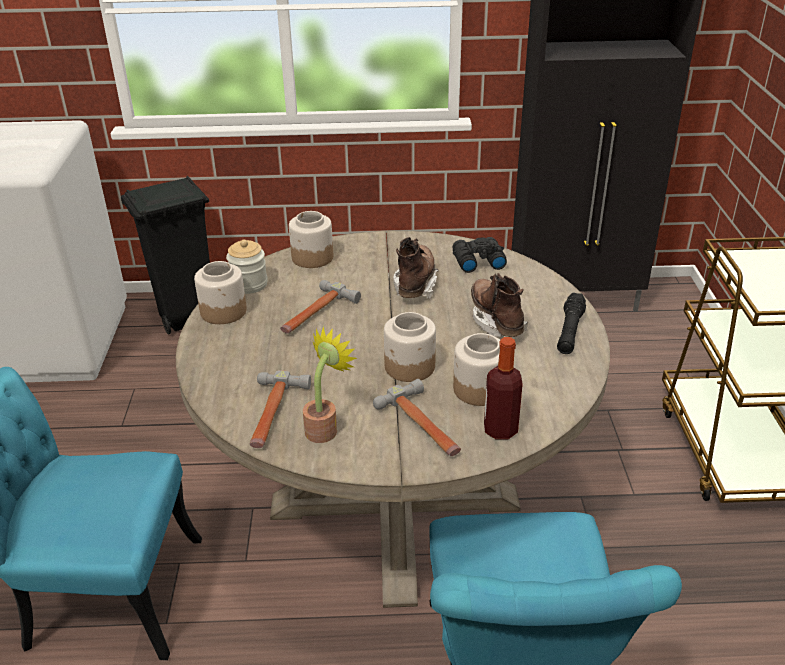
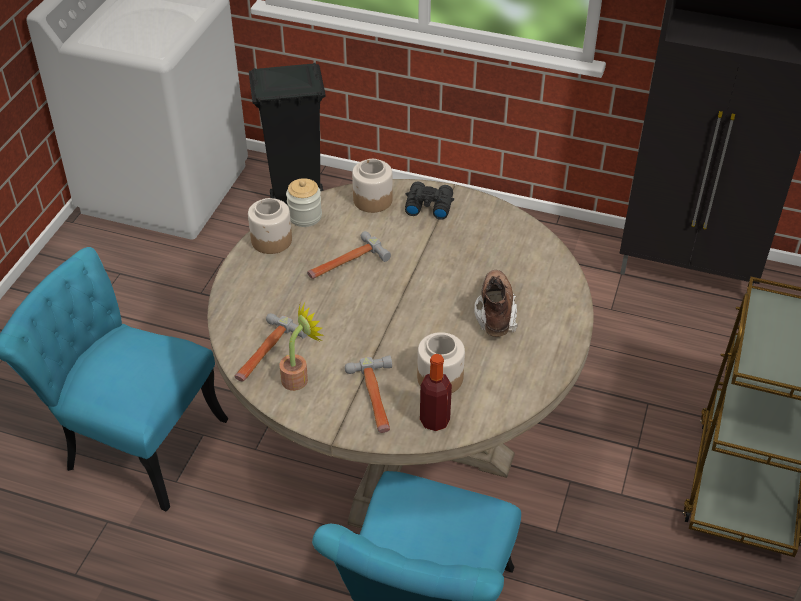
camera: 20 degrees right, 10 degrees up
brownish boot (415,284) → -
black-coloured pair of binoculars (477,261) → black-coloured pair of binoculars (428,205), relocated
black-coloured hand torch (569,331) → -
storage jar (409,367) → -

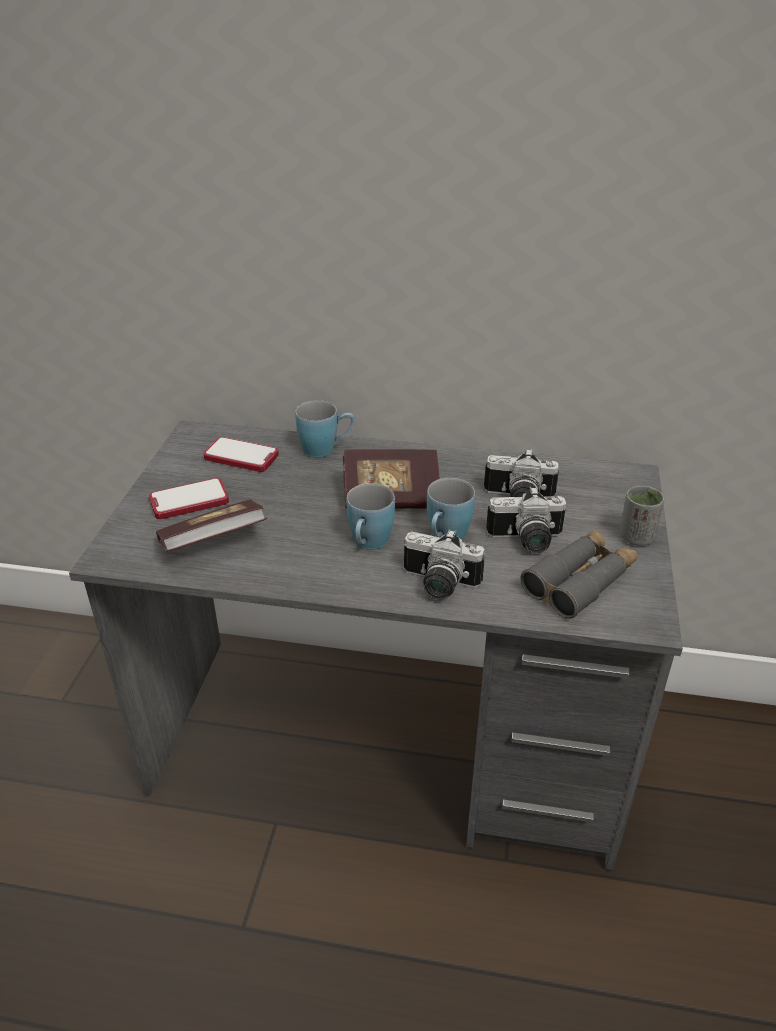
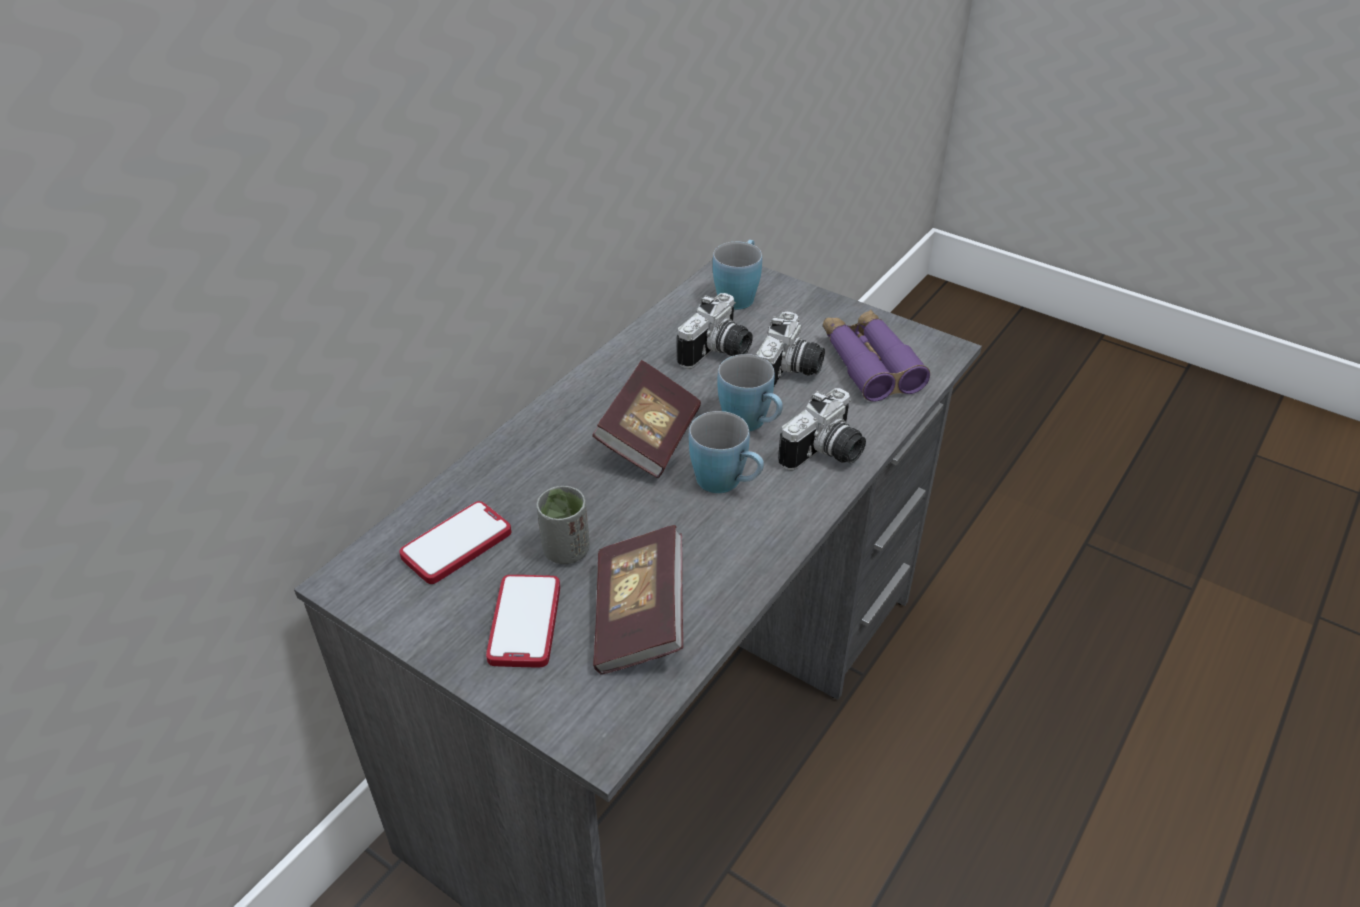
camera: 65 degrees left, 5 degrees up
blue-coloured tea mug (326,449) → blue-coloured tea mug (739,294), relocated
greyish small cup (636,537) → greyish small cup (566,550), relocated
greyish pair of binoculars (580,581) → purplish pair of binoculars (869,364)

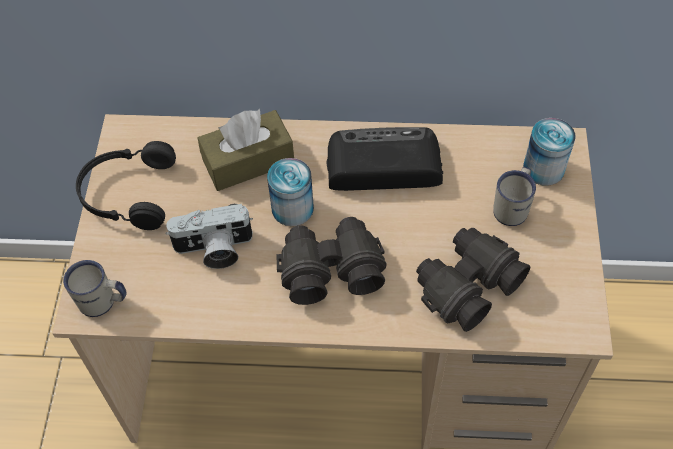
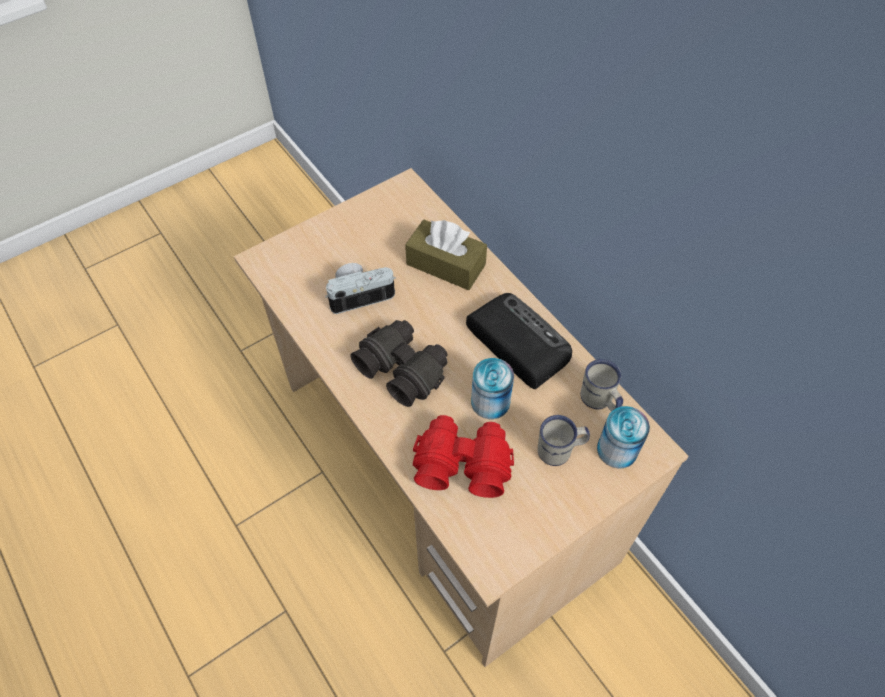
camera: 50 degrees right, 0 degrees up
black-coloured pair of headphones (127,194) → -
sealed can (292,208) → sealed can (490,402), relocated
photo camera (214,250) → photo camera (360,294), 120 degrees clockwise
black-coloured pair of binoculars (466,285) → red pair of binoculars (462,462)
whitish tea mug (103,303) → whitish tea mug (599,401), relocated

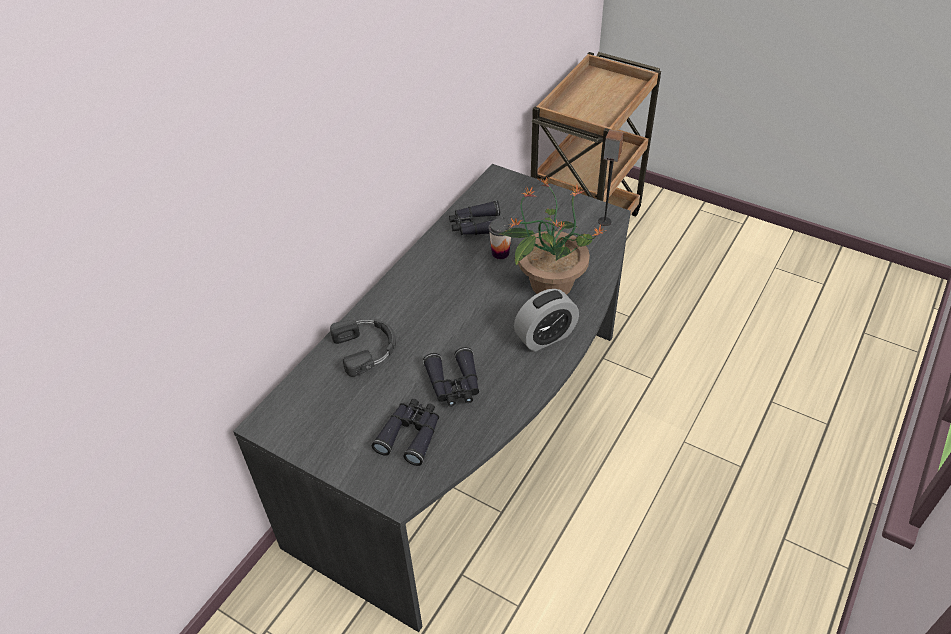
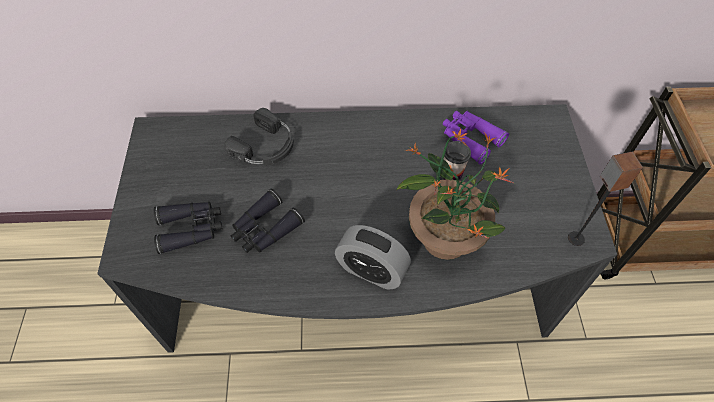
camera: 55 degrees right, 10 degrees up
black-coloured pair of binoculars (476,226) → purplish pair of binoculars (470,139)

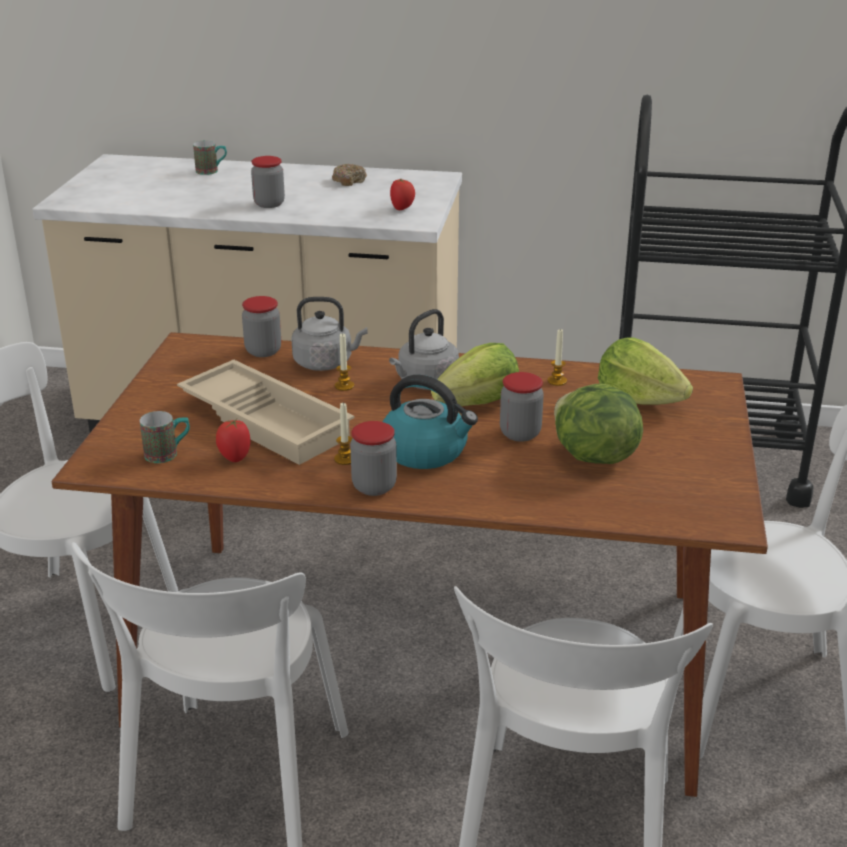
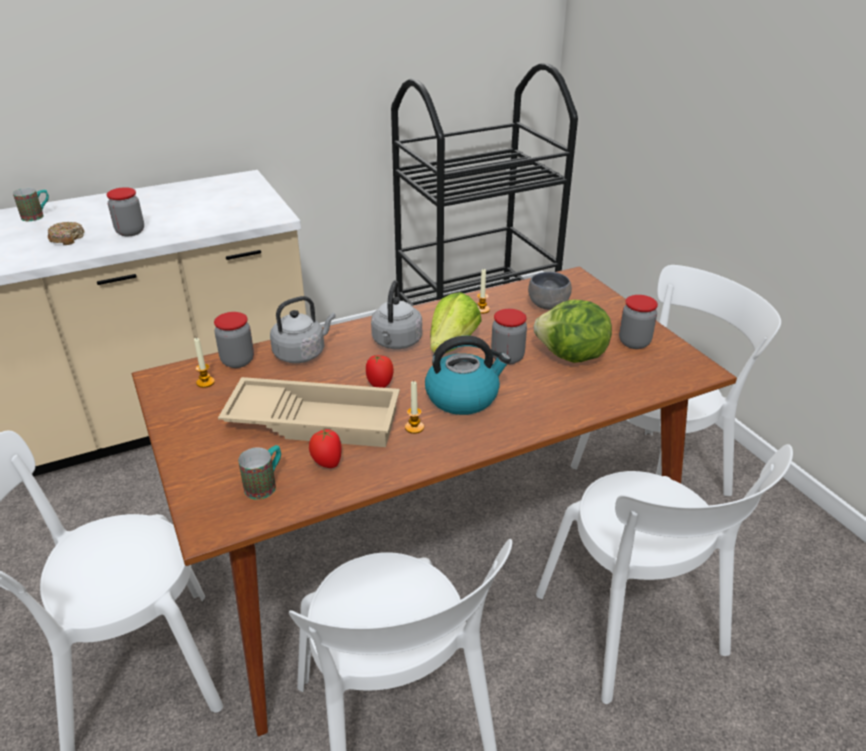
camera: 35 degrees left, 5 degrees up
donut (349,180) → donut (67,238), relocated
fresh tomato (402,208) → fresh tomato (380,384), relocated
wax candle (344,386) → wax candle (205,382), relocated
head of lettuce (639,399) → greyish deep dish (547,304)
storage jar (374,486) → storage jar (634,342), relocated

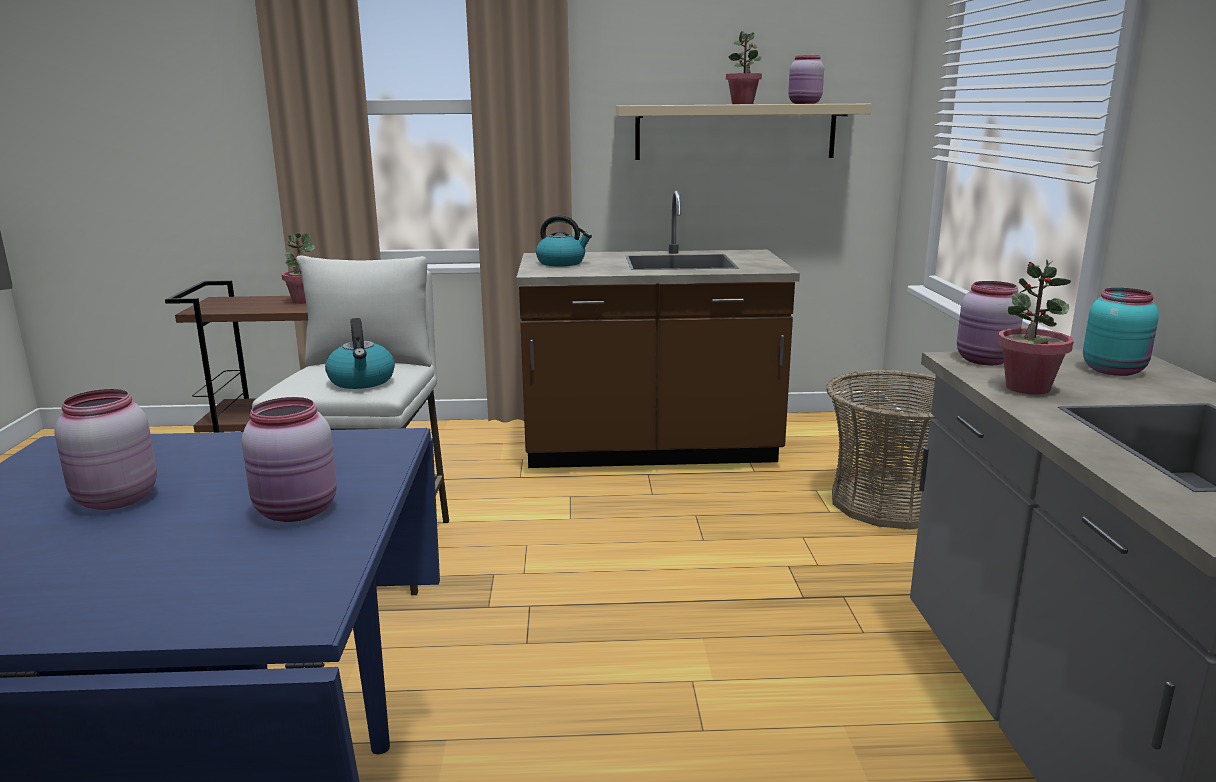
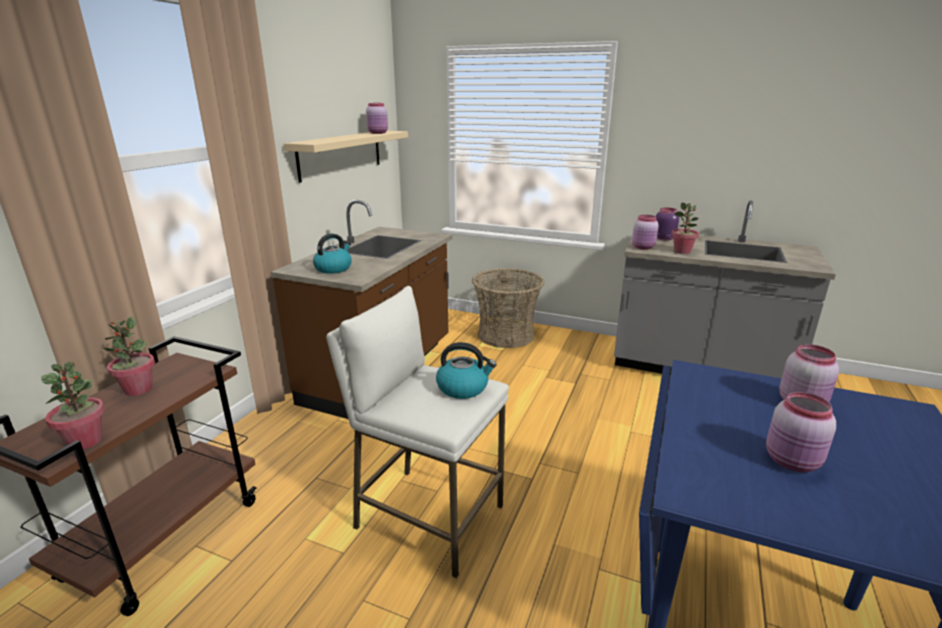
camera: 65 degrees left, 5 degrees up
plant in a pot (742,104) → plant in a pot (86,441), relocated
turquoise storage jar (1114,370) → purplish storage jar (664,238)

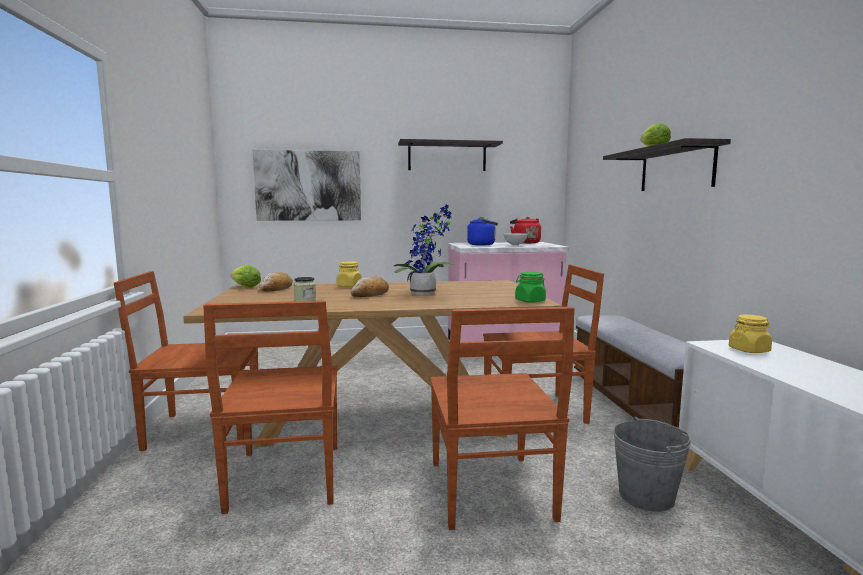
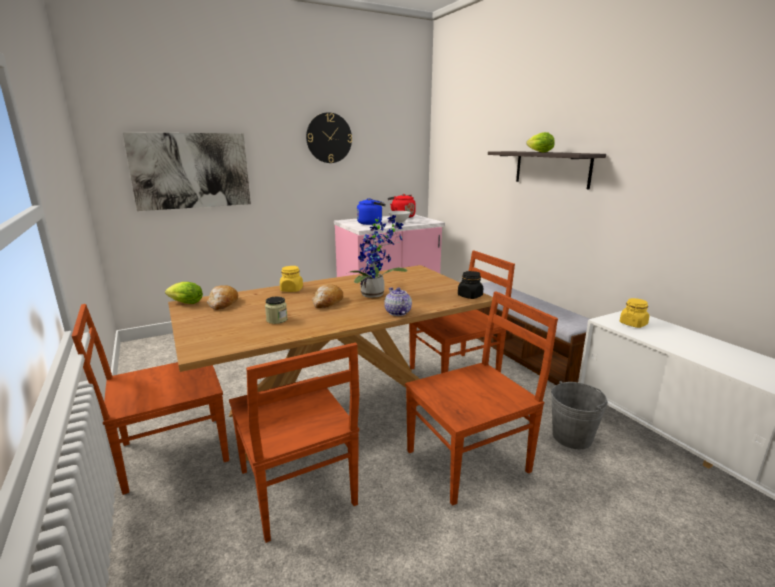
camera: 20 degrees left, 10 degrees up
shelf (447,157) → clock on the wall (329,138)
green-coloured storage jar (530,301) → black-coloured storage jar (470,296)
brownish plain chair (490,492) → brownish plain chair (470,460), 90 degrees counterclockwise
- → pot for tea (397,313)

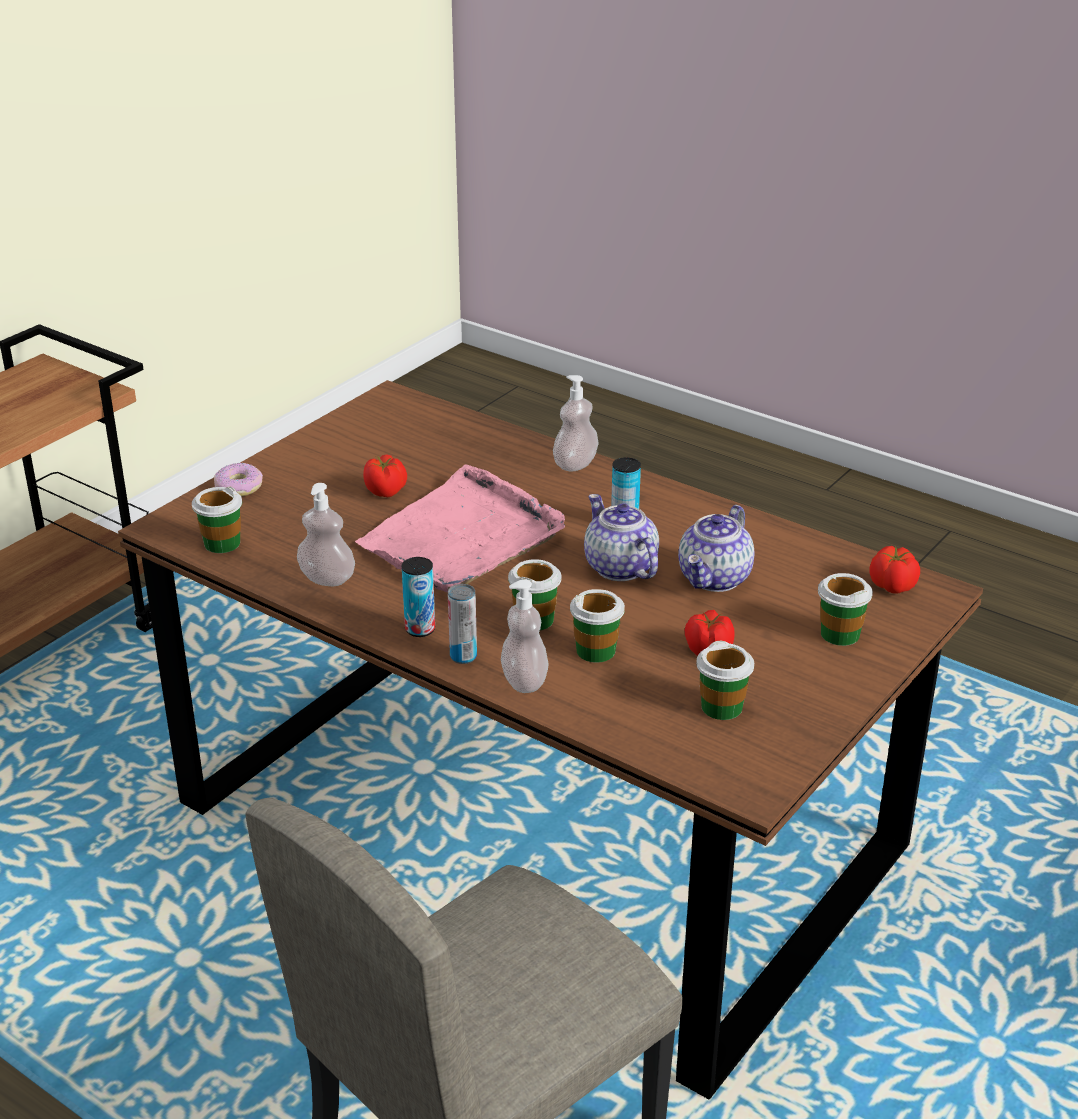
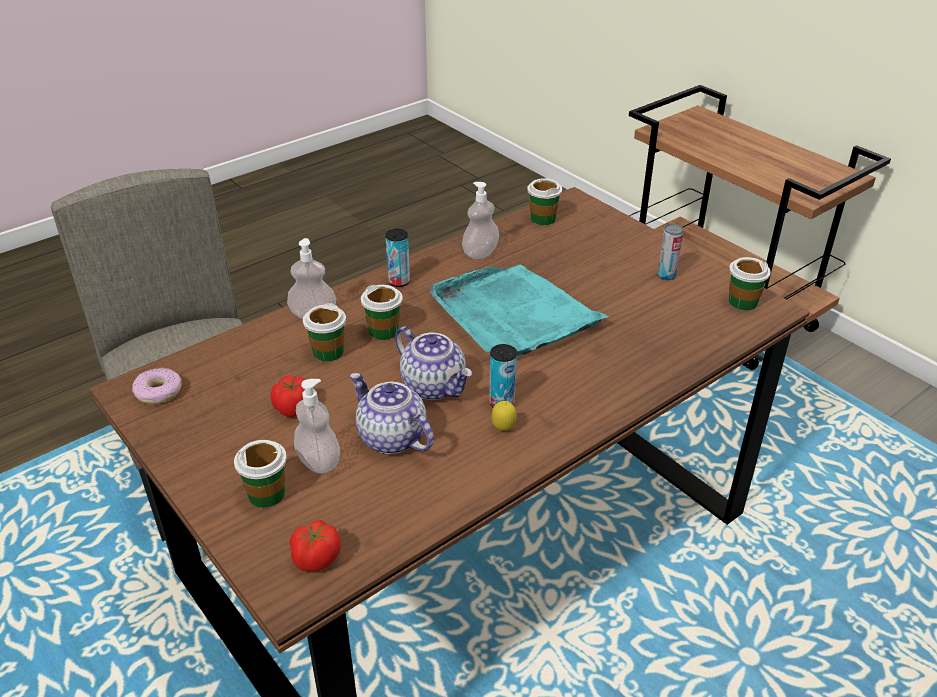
camera: 105 degrees right, 5 degrees up
soap dispenser (575,464) → soap dispenser (319,461), relocated
fresh tomato (386,491) → -
donut (239,487) → donut (158,392), relocated
pink-coloured carrying tray (463,538) → turquoise carrying tray (513,315)
pot for tea (619,567) → pot for tea (434,386), 60 degrees clockwise
sealed can (463,656) → sealed can (666,275), relocated
small cup (721,707) → small cup (742,302), relocated
- → citrus fruit (503,429)

